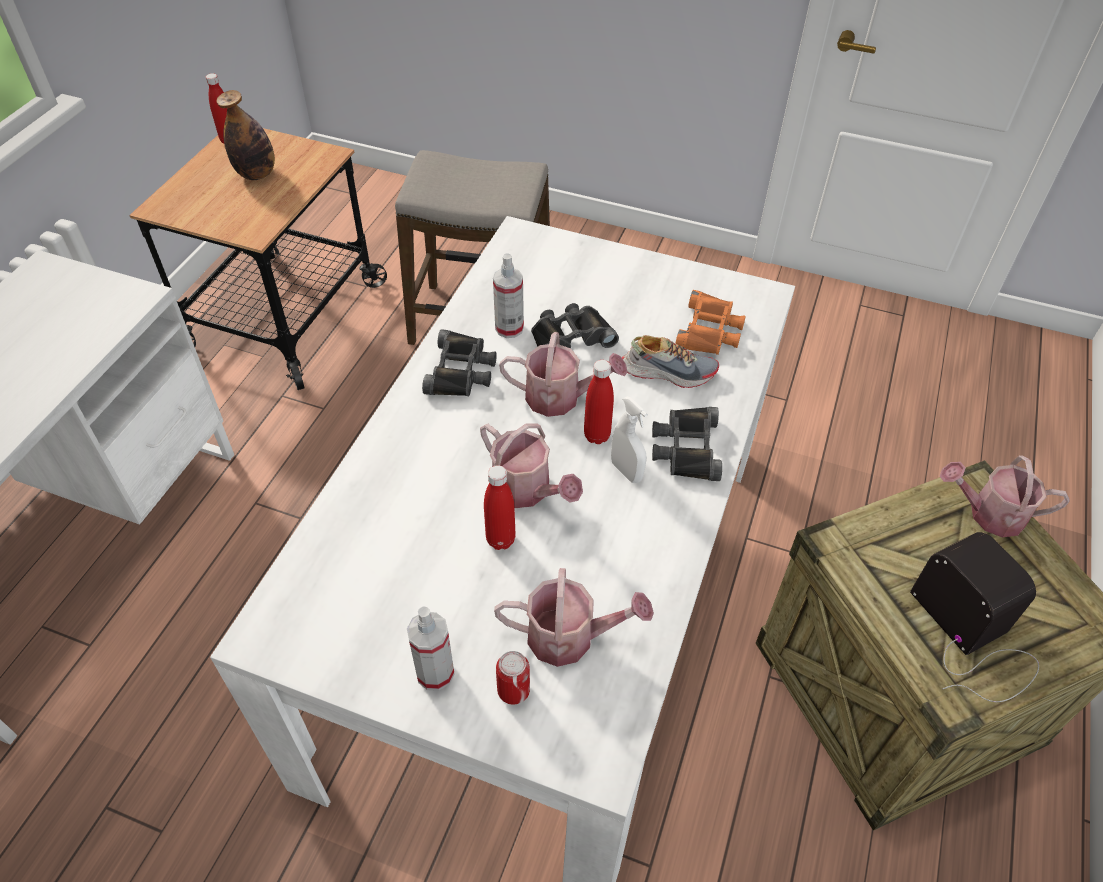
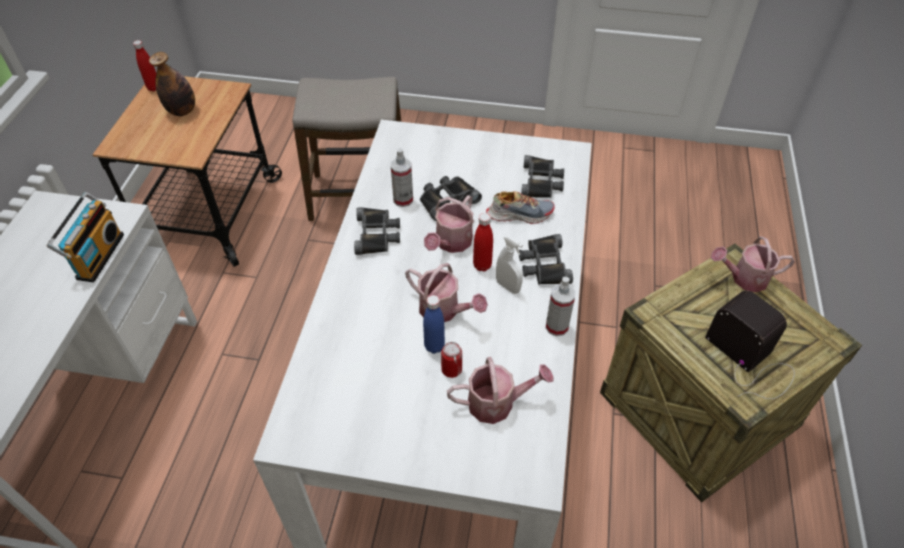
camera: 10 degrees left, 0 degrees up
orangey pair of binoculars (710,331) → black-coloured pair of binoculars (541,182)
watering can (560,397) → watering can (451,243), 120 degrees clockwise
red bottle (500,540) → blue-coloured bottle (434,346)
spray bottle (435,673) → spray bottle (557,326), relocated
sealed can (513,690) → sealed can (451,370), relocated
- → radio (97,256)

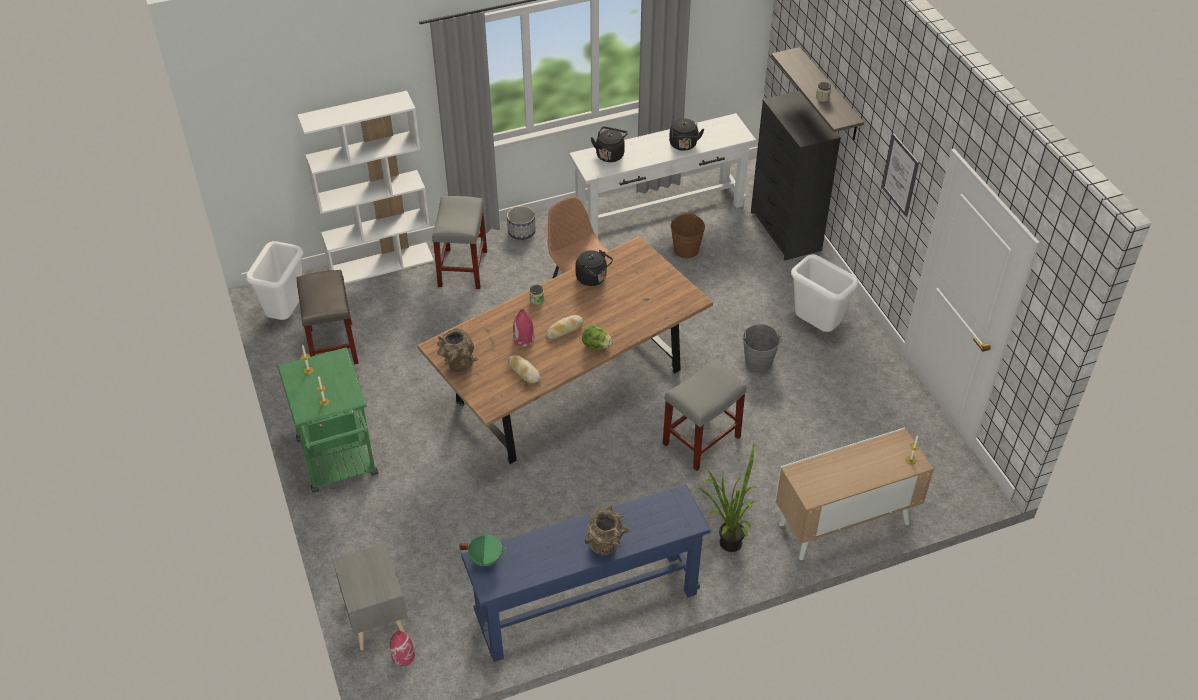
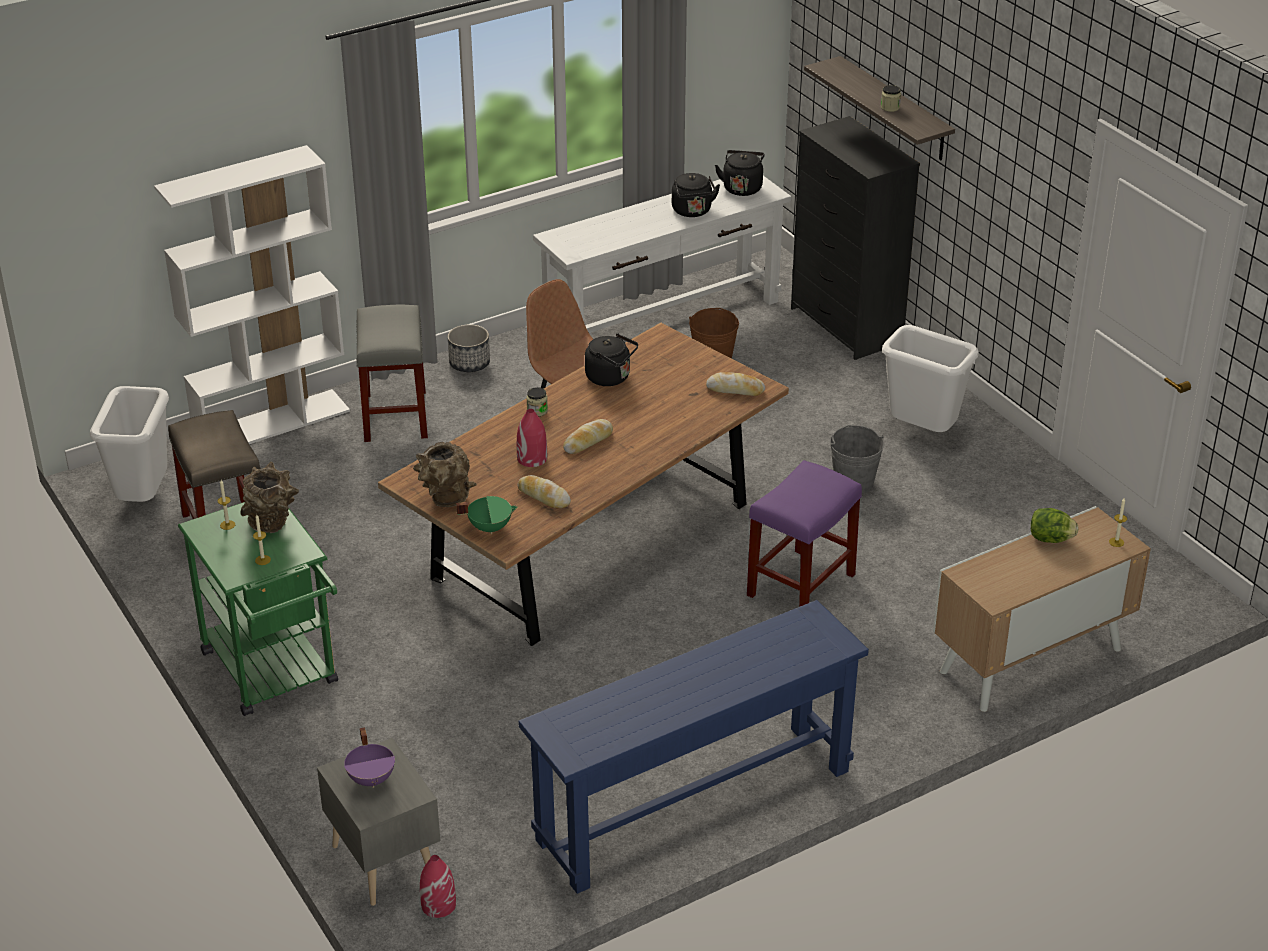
camera: 10 degrees left, 10 degrees down
black-coloured kettle (610,154) → black-coloured kettle (742,187), relocated
wall art (900,175) → -
head of lettuce (596,345) → head of lettuce (1050,539), relocated
greyish stool seat (701,441) → purplish stool seat (800,586)
plant in a pot (725,543) → -
brownish decorative vase (606,545) → brownish decorative vase (272,524), relocated
green-coloured stockpot (485,558) → green-coloured stockpot (489,527), relocated
- → bread (735,389)
- → purplish stockpot (372,779)

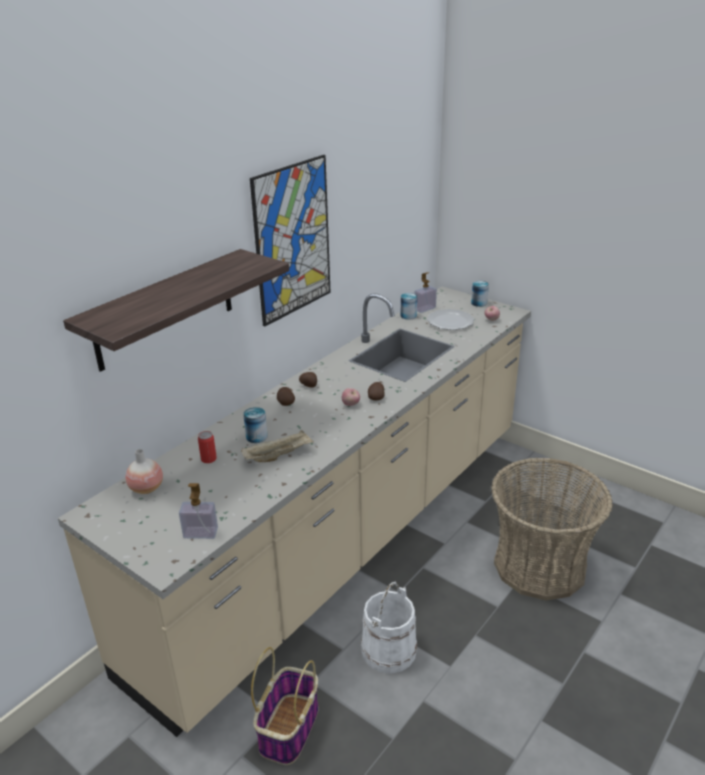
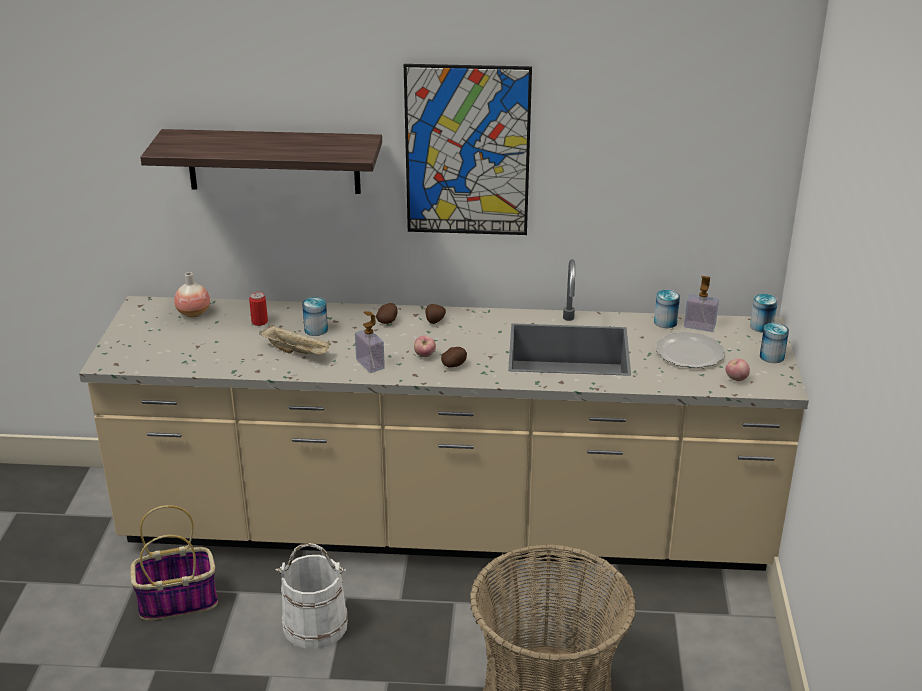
camera: 55 degrees right, 0 degrees up
soap dispenser (200,533) → soap dispenser (370,364), relocated
- → sealed can (761,326)

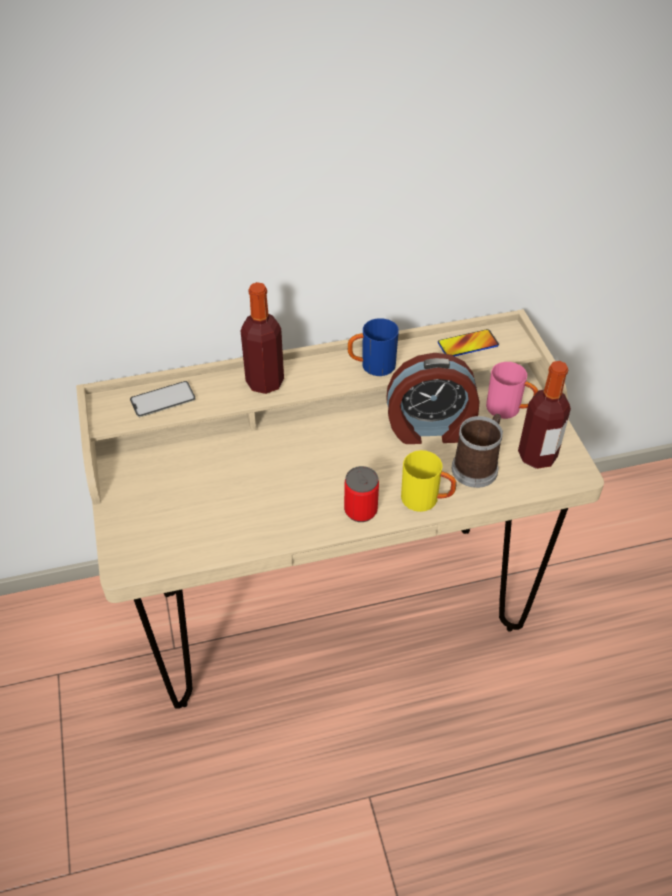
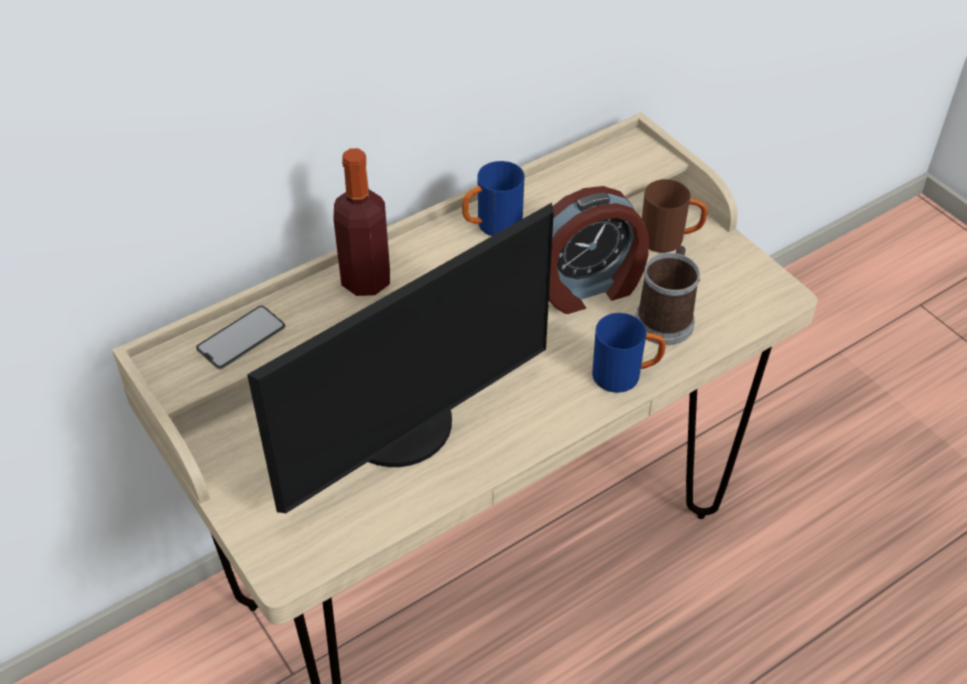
camera: 20 degrees left, 0 degrees up
telephone (468,344) → -
bottle (537,456) → -
pink-coloured tea mug (509,409) → brownish tea mug (670,239)
yellow tea mug (426,500) → blue-coloured tea mug (626,375)
sealed can (360,510) → -
- → computer display (405,430)

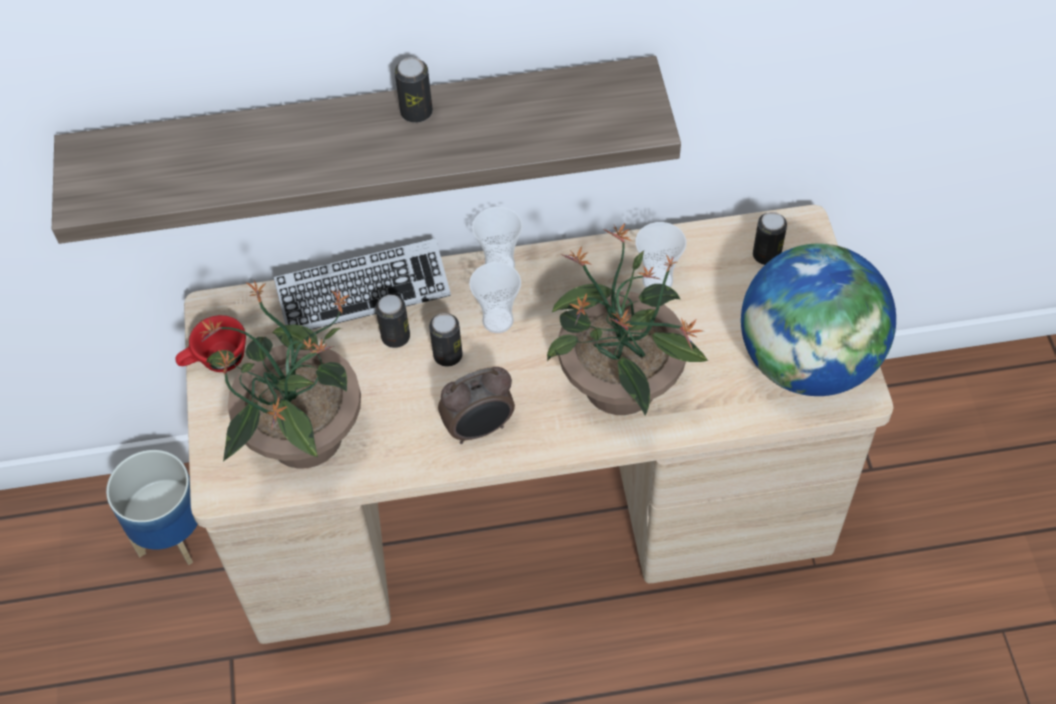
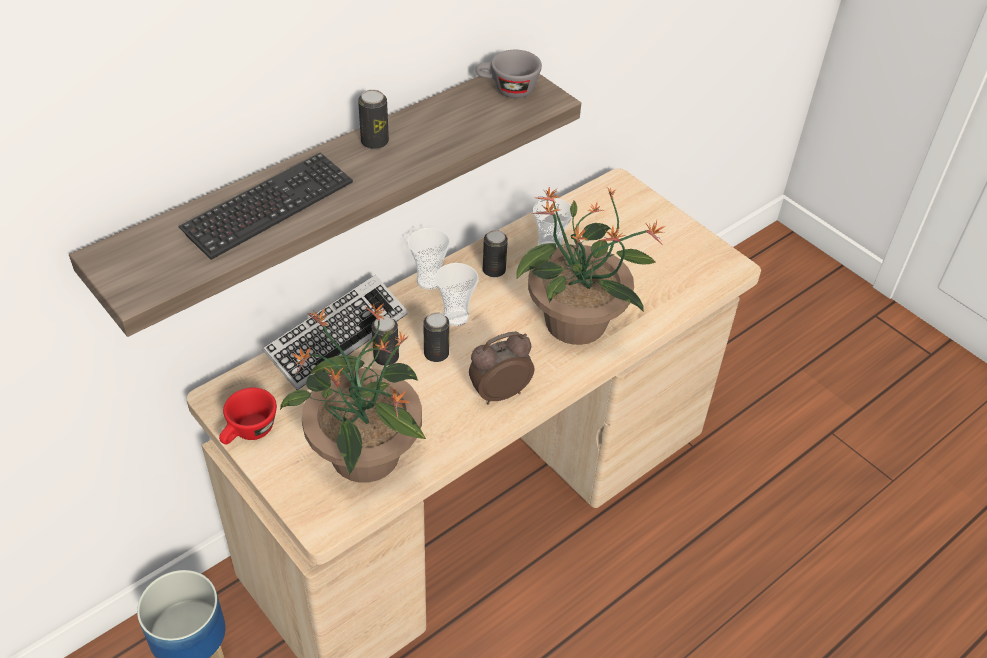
camera: 35 degrees left, 10 degrees down
sealed can (766,255) → sealed can (494,270), relocated
desk globe (807,362) → -
alarm clock (480,429) → alarm clock (499,393), 150 degrees counterclockwise
- → greyish small cup (507,90)
- → PC keyboard (269,207)

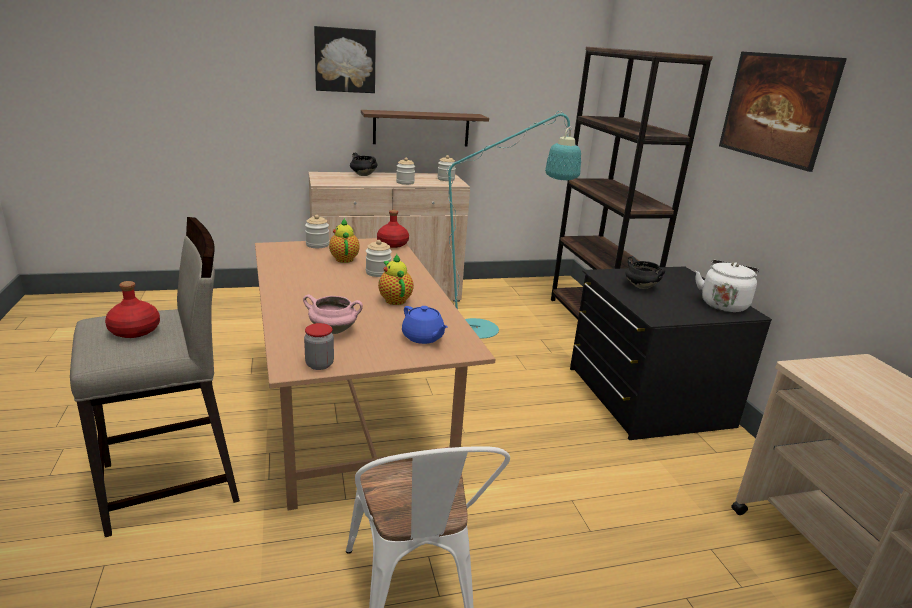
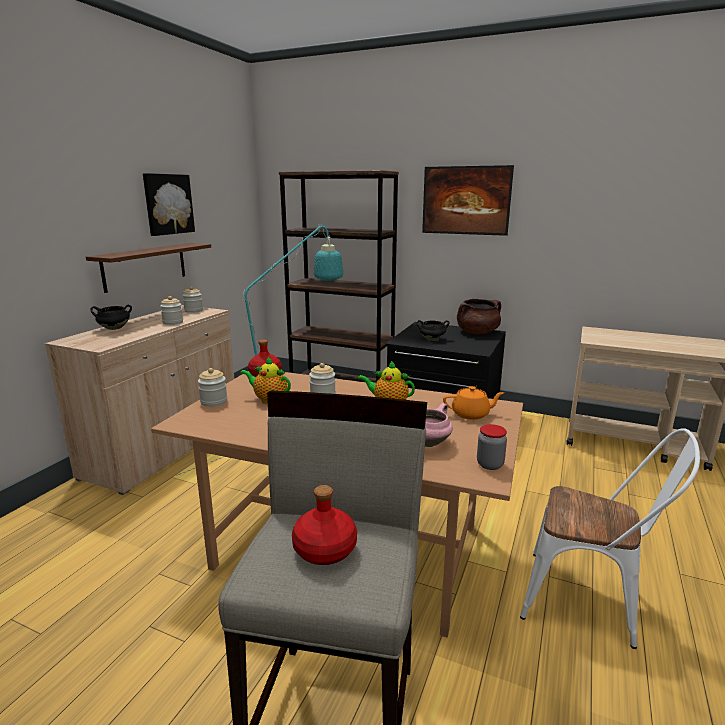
camera: 50 degrees left, 5 degrees down
wall art (345,60) → wall art (168,204), relocated
whitish kettle (723,304) → brownish stockpot (477,332)
blue-coloured pot for tea (423,337) → orangey pot for tea (471,414)

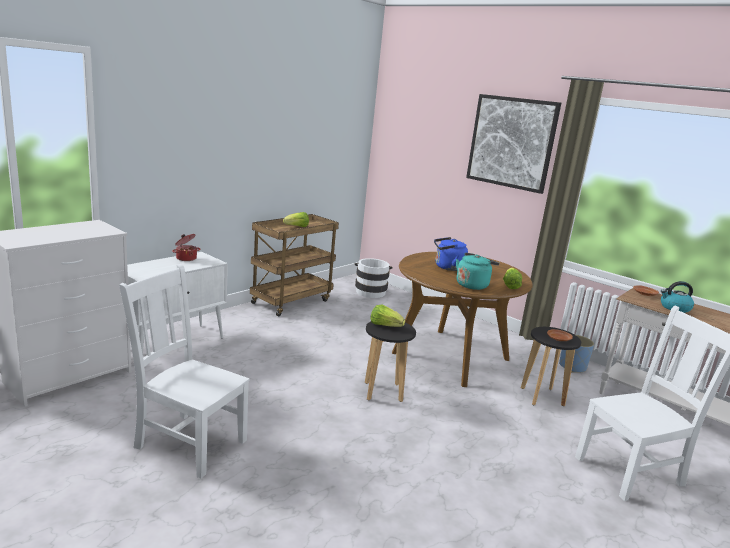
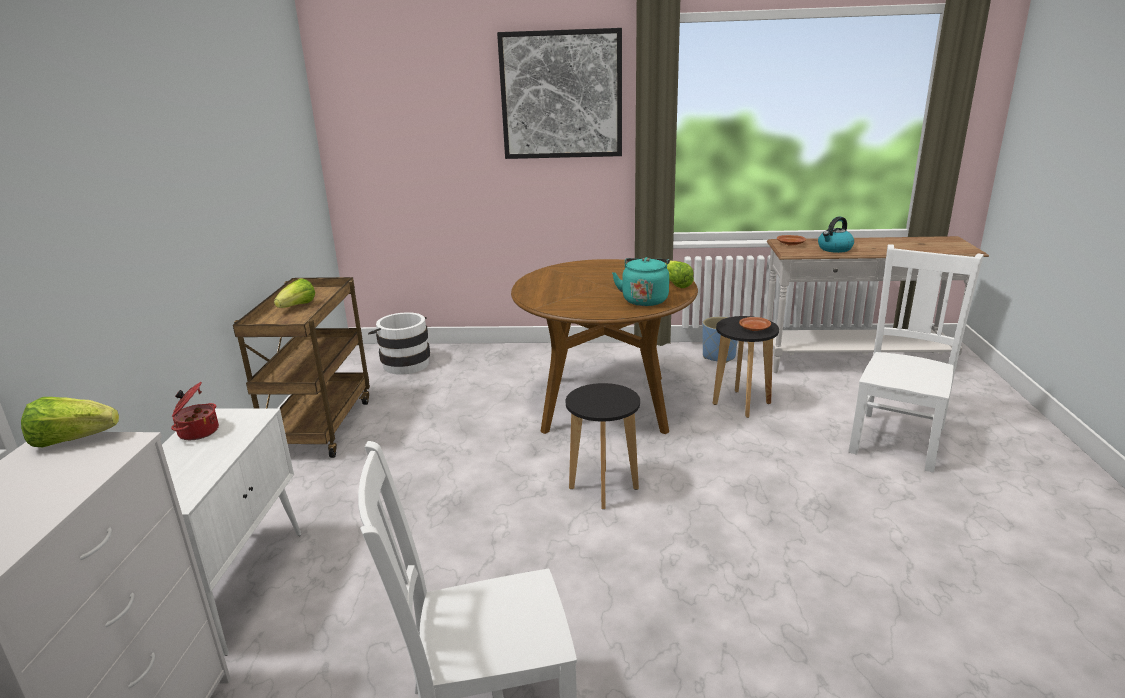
camera: 35 degrees left, 5 degrees up
blue-coloured kettle (447,267) → -
head of lettuce (385,326) → head of lettuce (73,440), relocated

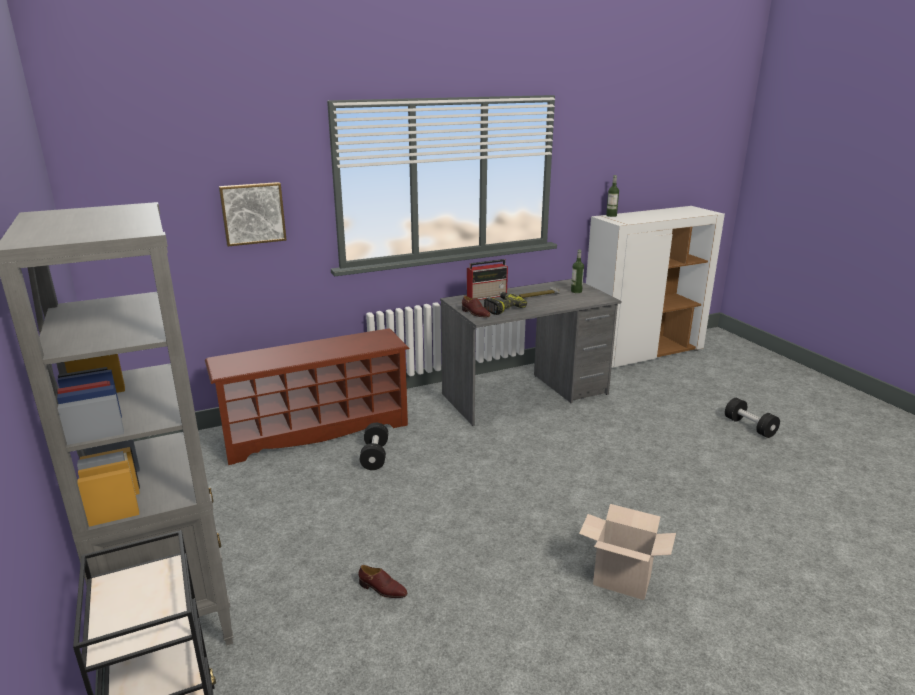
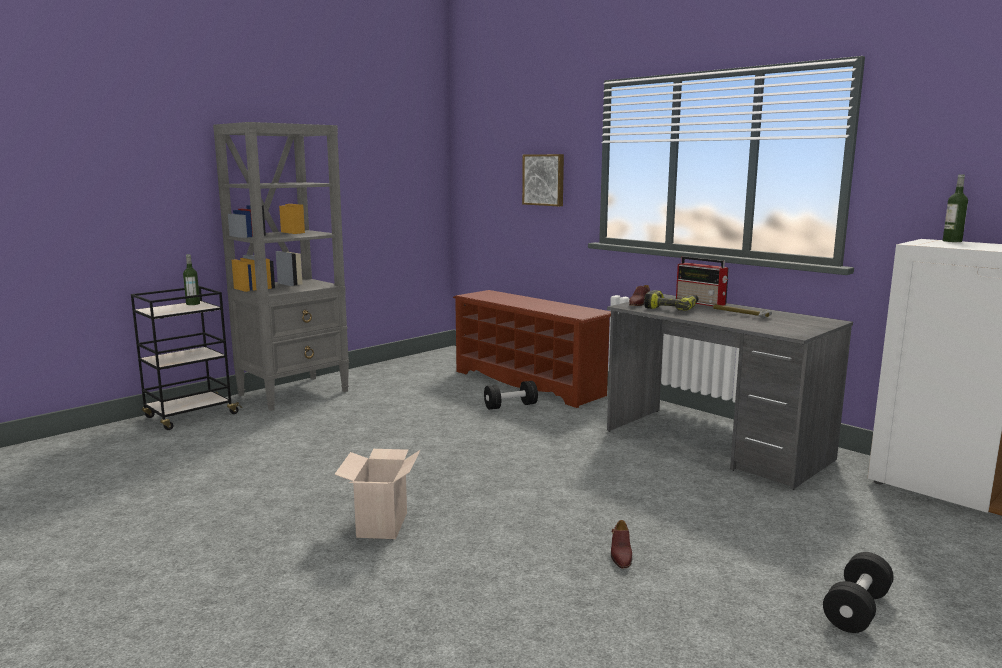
camera: 70 degrees right, 10 degrees down
bottle (576,291) → bottle (193,304), relocated
brownish low shoe (382,589) → brownish low shoe (620,554), relocated

